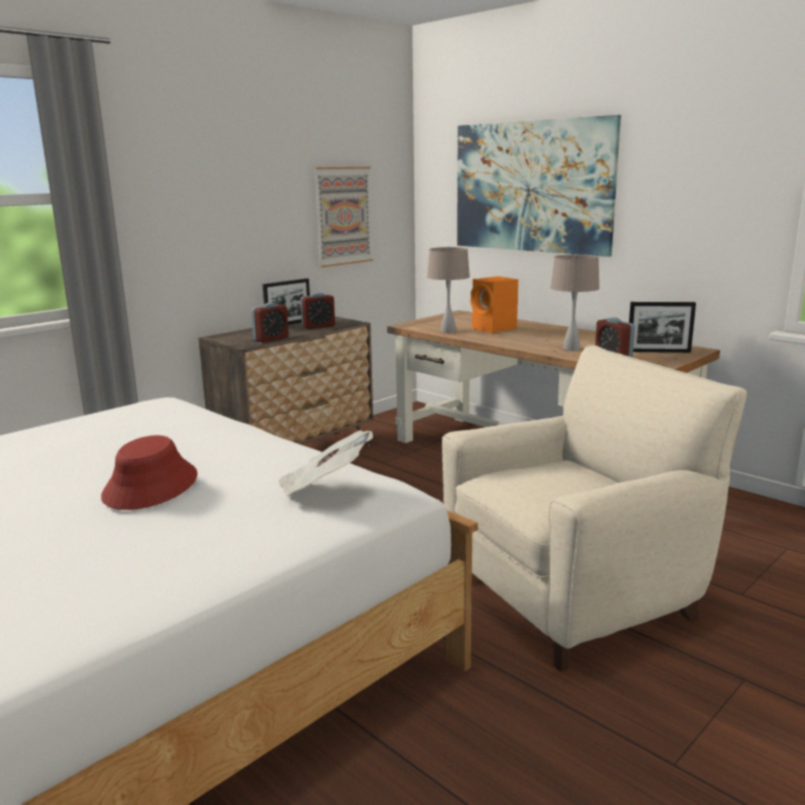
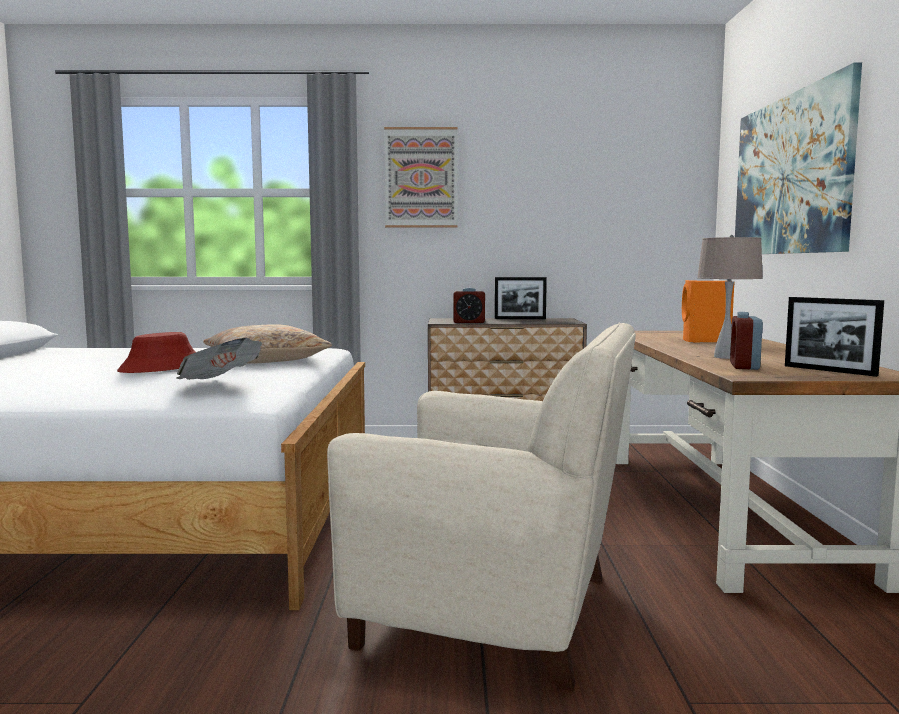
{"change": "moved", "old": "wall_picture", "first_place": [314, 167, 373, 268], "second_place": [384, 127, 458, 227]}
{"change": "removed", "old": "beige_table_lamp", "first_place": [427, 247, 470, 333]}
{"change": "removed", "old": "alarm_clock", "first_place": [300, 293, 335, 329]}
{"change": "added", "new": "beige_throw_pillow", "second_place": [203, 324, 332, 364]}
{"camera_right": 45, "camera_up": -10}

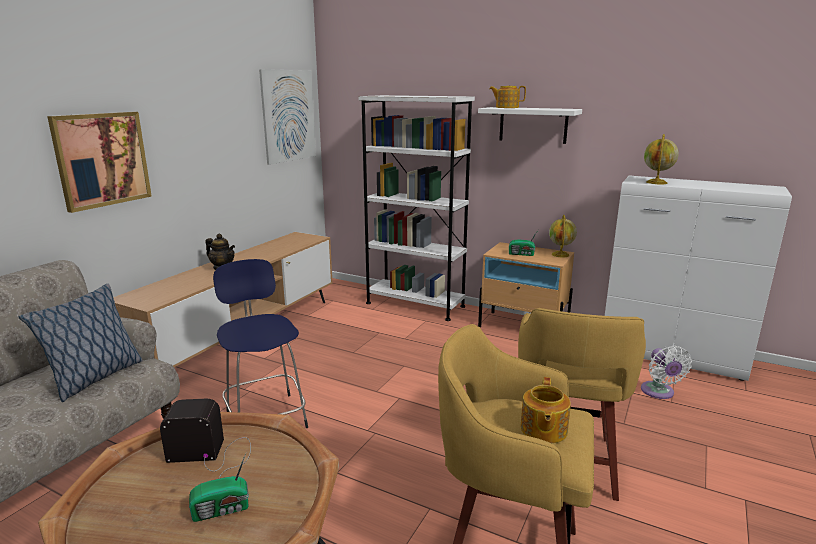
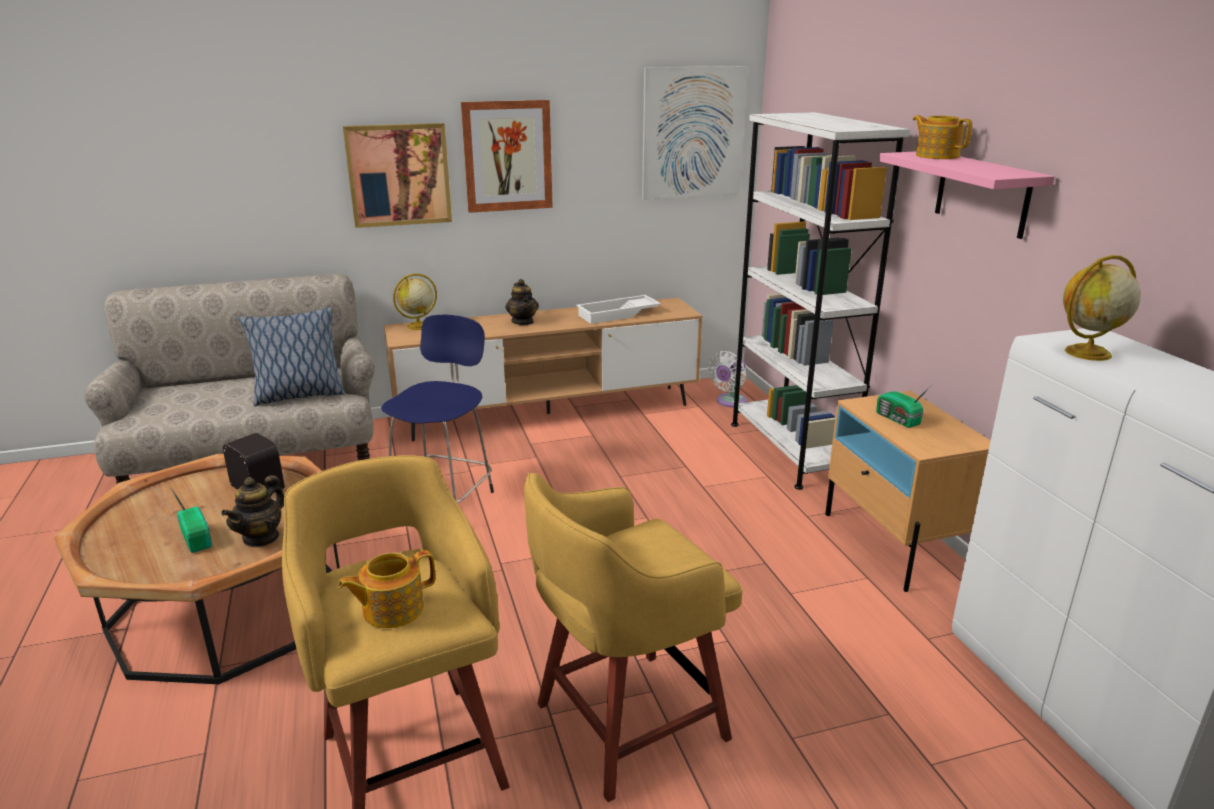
{"change": "recoloured", "old": "white-coloured_wall_shelf", "new": "pink_wall_shelf", "first_place": [478, 107, 582, 144], "second_place": [879, 151, 1055, 239]}
{"change": "moved", "old": "globe", "first_place": [549, 215, 577, 257], "second_place": [393, 274, 437, 330]}
{"change": "moved", "old": "white-coloured_cooling_fan", "first_place": [641, 346, 692, 399], "second_place": [708, 351, 748, 408]}
{"change": "turned", "old": "radio", "first_place": [189, 451, 249, 522], "second_place": [170, 487, 212, 553], "degrees": -150}
{"change": "added", "new": "wall_picture", "second_place": [461, 100, 553, 213]}
{"change": "added", "new": "white-coloured_carrying_tray", "second_place": [576, 295, 661, 324]}
{"change": "added", "new": "pot_for_tea", "second_place": [221, 475, 284, 547]}
{"camera_right": 45, "camera_up": 5}

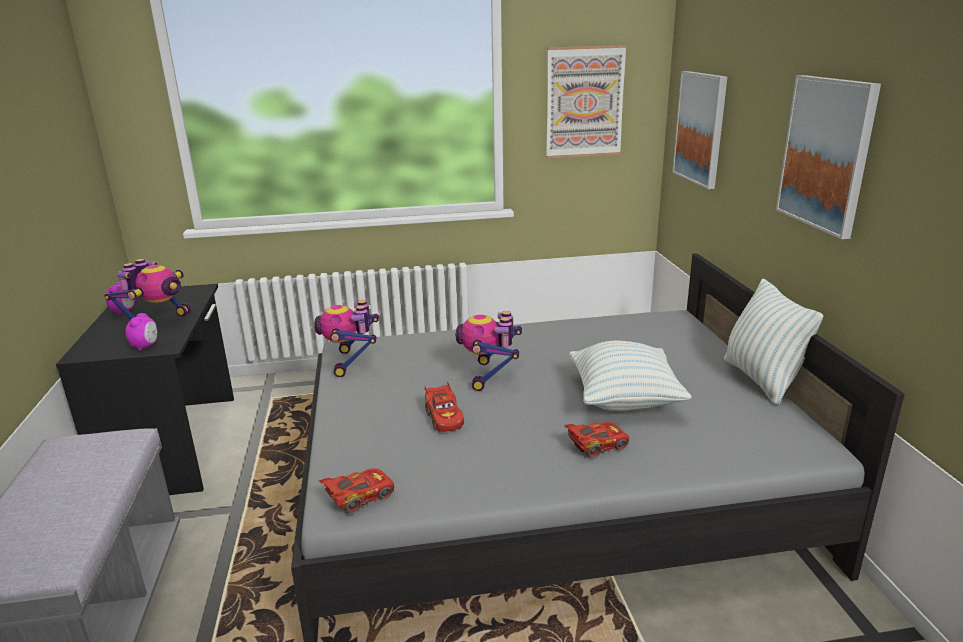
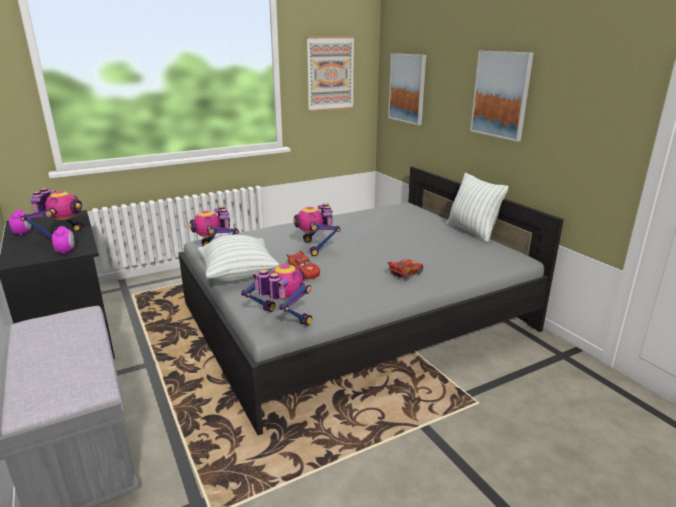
{"change": "moved", "old": "throw_pillow", "first_place": [569, 341, 692, 411], "second_place": [198, 235, 279, 282]}
{"change": "replaced", "old": "red-coloured_model_car", "new": "robot_figure", "first_place": [319, 468, 394, 514], "second_place": [241, 264, 312, 326]}
{"camera_right": -20, "camera_up": 0}

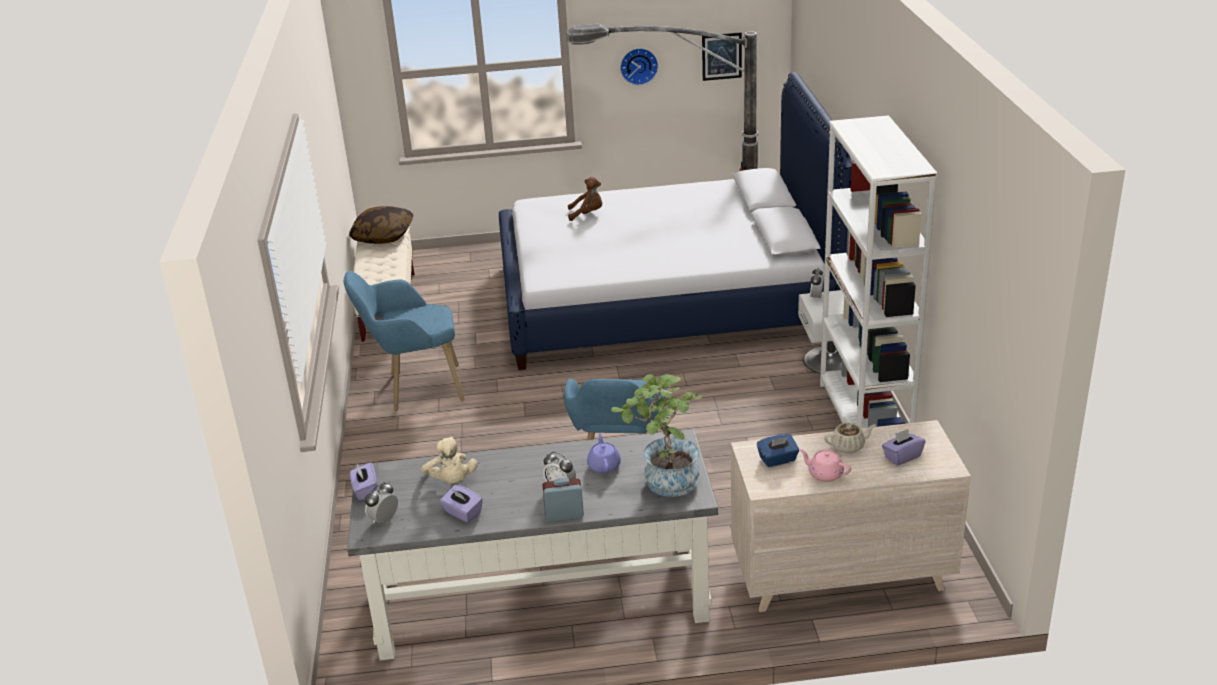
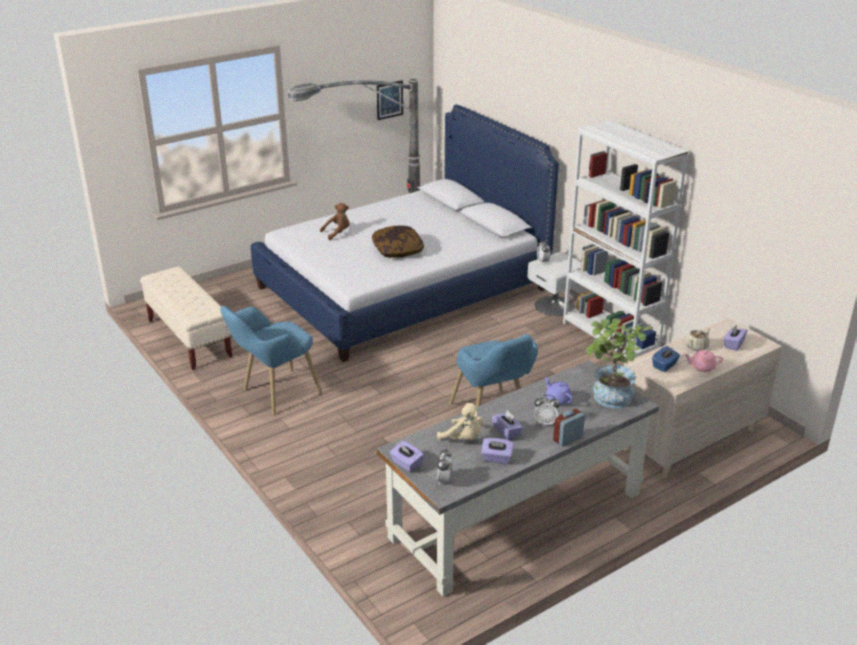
{"change": "removed", "old": "wall_clock", "first_place": [620, 48, 658, 85]}
{"change": "moved", "old": "throw_pillow", "first_place": [349, 206, 413, 244], "second_place": [372, 225, 424, 258]}
{"change": "added", "new": "purplish_box_of_tissues", "second_place": [492, 410, 523, 440]}
{"camera_right": -30, "camera_up": 0}

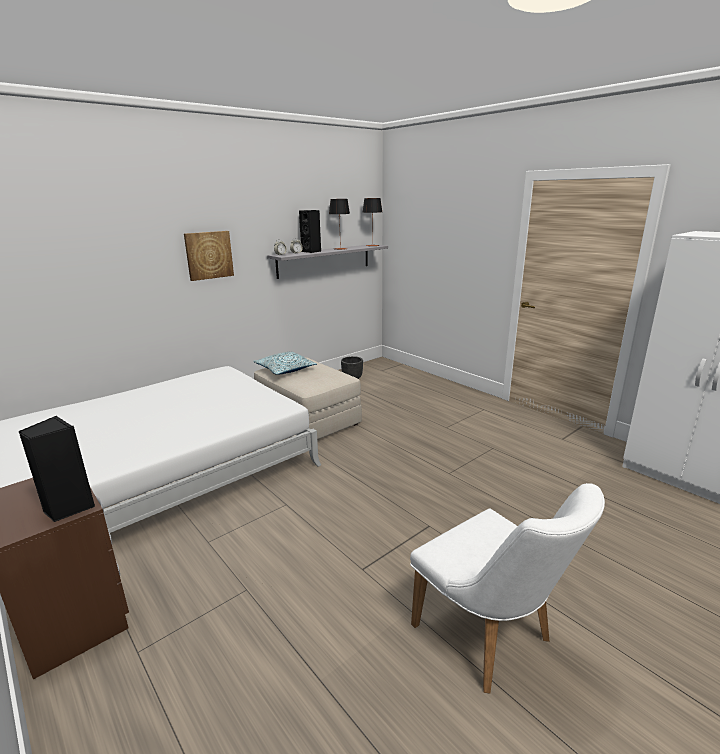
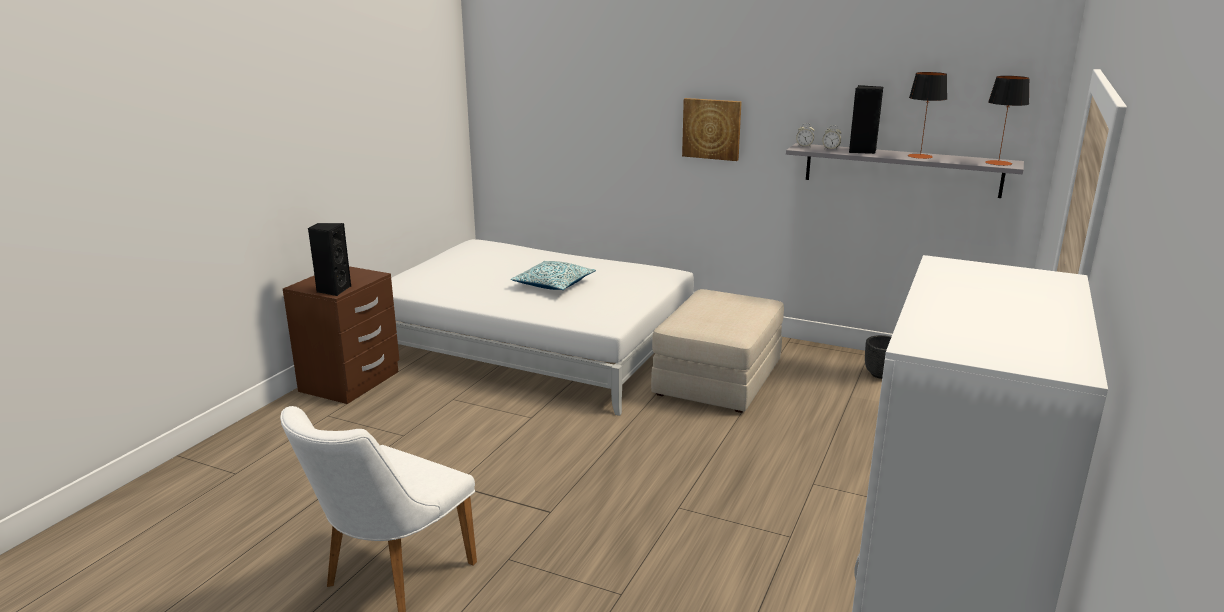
{"change": "moved", "old": "throw_pillow", "first_place": [254, 352, 317, 375], "second_place": [511, 261, 596, 290]}
{"camera_right": 65, "camera_up": 0}

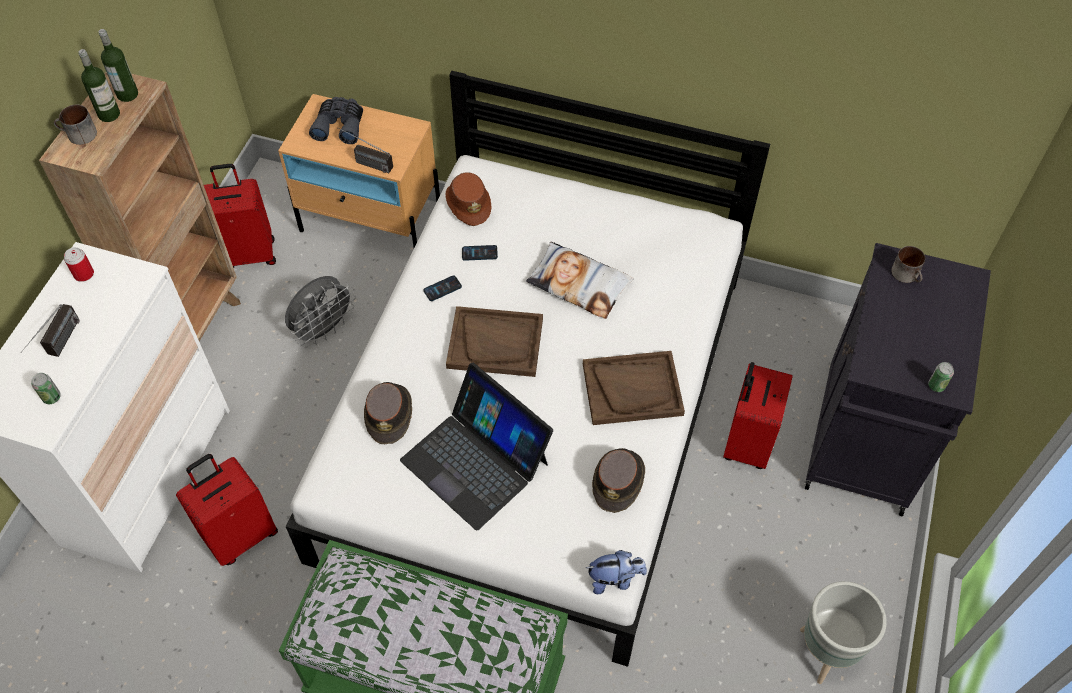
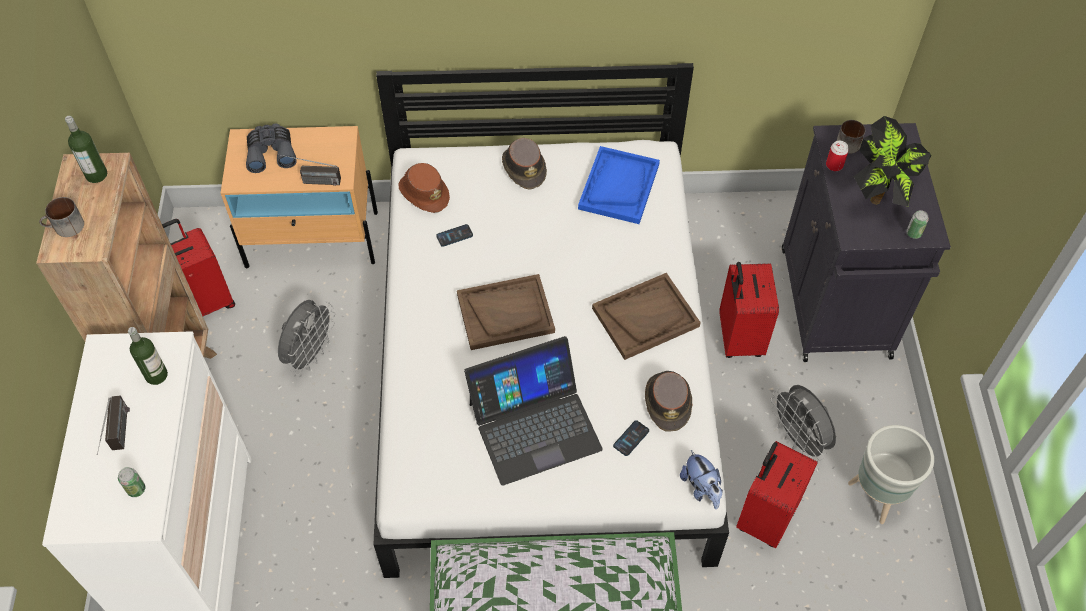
{"change": "moved", "old": "drink_bottle", "first_place": [79, 49, 120, 122], "second_place": [128, 327, 168, 385]}
{"change": "removed", "old": "throw_pillow", "first_place": [526, 242, 633, 319]}
{"change": "moved", "old": "metal_can", "first_place": [64, 247, 94, 282], "second_place": [826, 141, 849, 171]}
{"change": "moved", "old": "phone", "first_place": [423, 275, 462, 301], "second_place": [613, 420, 649, 456]}
{"change": "turned", "old": "portable_computer", "first_place": [400, 363, 553, 531], "second_place": [464, 336, 603, 486], "degrees": -45}
{"change": "moved", "old": "brown_wearable_hat", "first_place": [364, 382, 412, 444], "second_place": [502, 138, 547, 190]}
{"change": "moved", "old": "red-coloured_piece_of_luggage", "first_place": [176, 454, 278, 566], "second_place": [736, 441, 818, 549]}
{"change": "turned", "old": "soft_toy", "first_place": [586, 550, 647, 594], "second_place": [680, 450, 723, 509], "degrees": 90}
{"change": "added", "new": "potted_plant", "second_place": [854, 116, 932, 207]}
{"change": "added", "new": "blue-coloured_carrying_tray", "second_place": [578, 146, 660, 224]}
{"change": "added", "new": "greyish_cooling_fan", "second_place": [771, 385, 836, 462]}
{"camera_right": -20, "camera_up": 0}

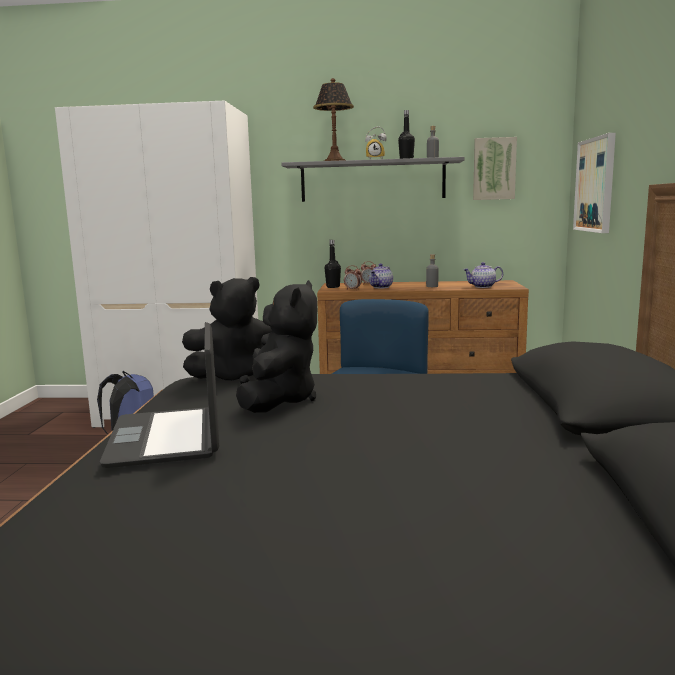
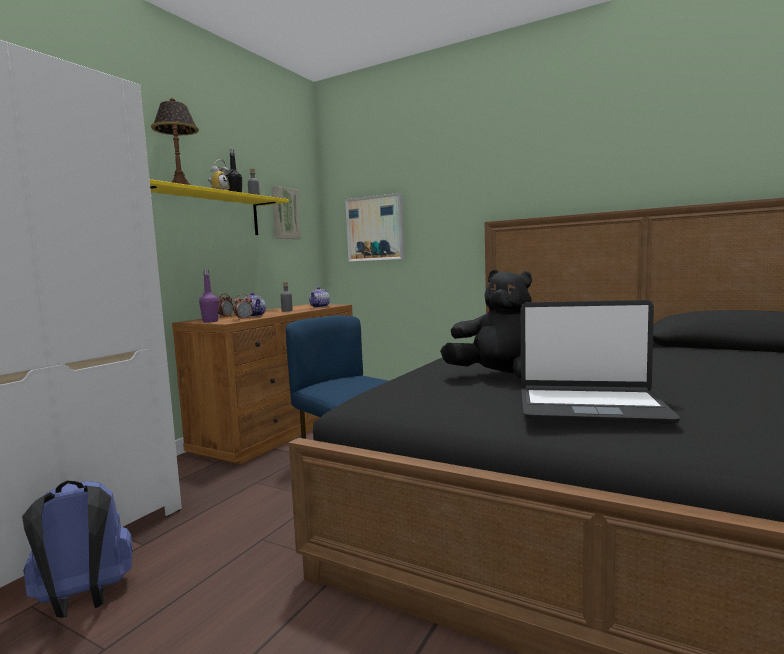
{"change": "recoloured", "old": "greyish_wall_shelf", "new": "yellow_wall_shelf", "first_place": [281, 157, 464, 202], "second_place": [150, 179, 289, 235]}
{"change": "recoloured", "old": "black-coloured_drink_bottle", "new": "purplish_drink_bottle", "first_place": [325, 240, 341, 288], "second_place": [199, 270, 218, 322]}
{"change": "removed", "old": "black-coloured_soft_toy", "first_place": [182, 277, 272, 384]}
{"camera_right": -65, "camera_up": -5}

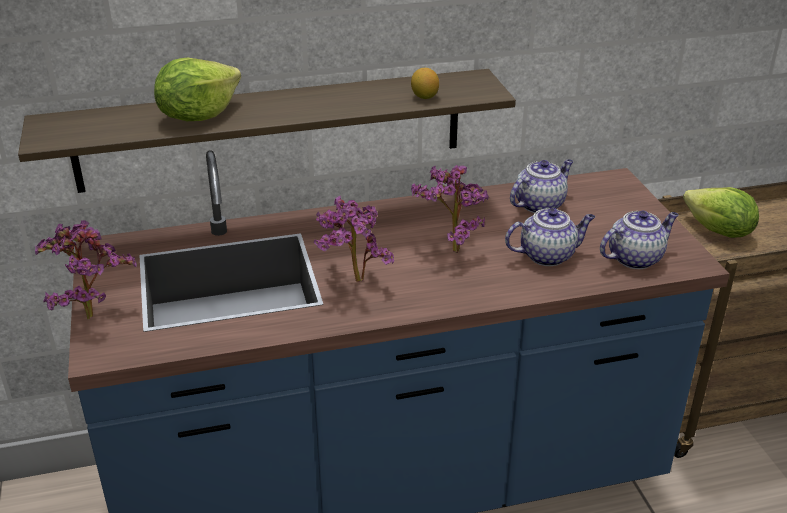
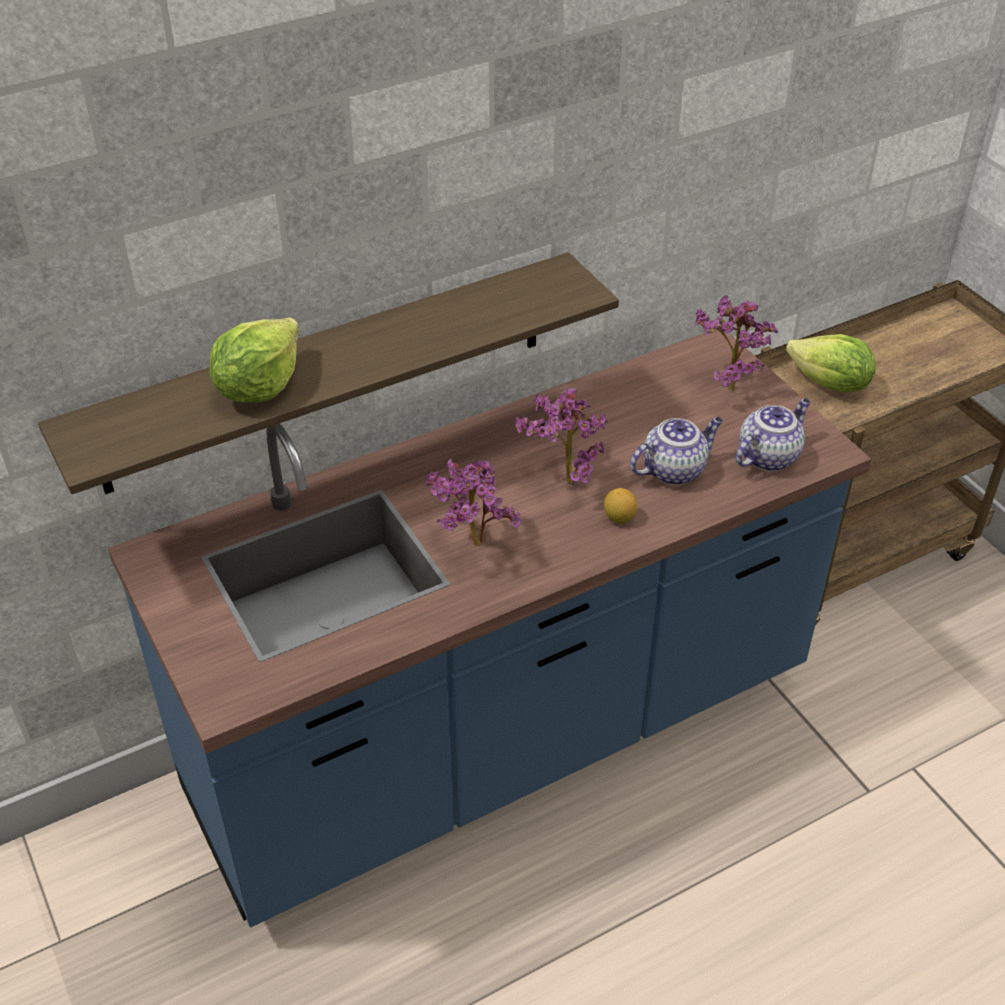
{"change": "moved", "old": "lemon", "first_place": [411, 68, 439, 99], "second_place": [604, 488, 638, 524]}
{"change": "removed", "old": "pot_for_tea", "first_place": [510, 159, 573, 213]}
{"change": "moved", "old": "potted_plant", "first_place": [35, 220, 137, 320], "second_place": [694, 295, 779, 392]}
{"camera_right": -15, "camera_up": 10}

